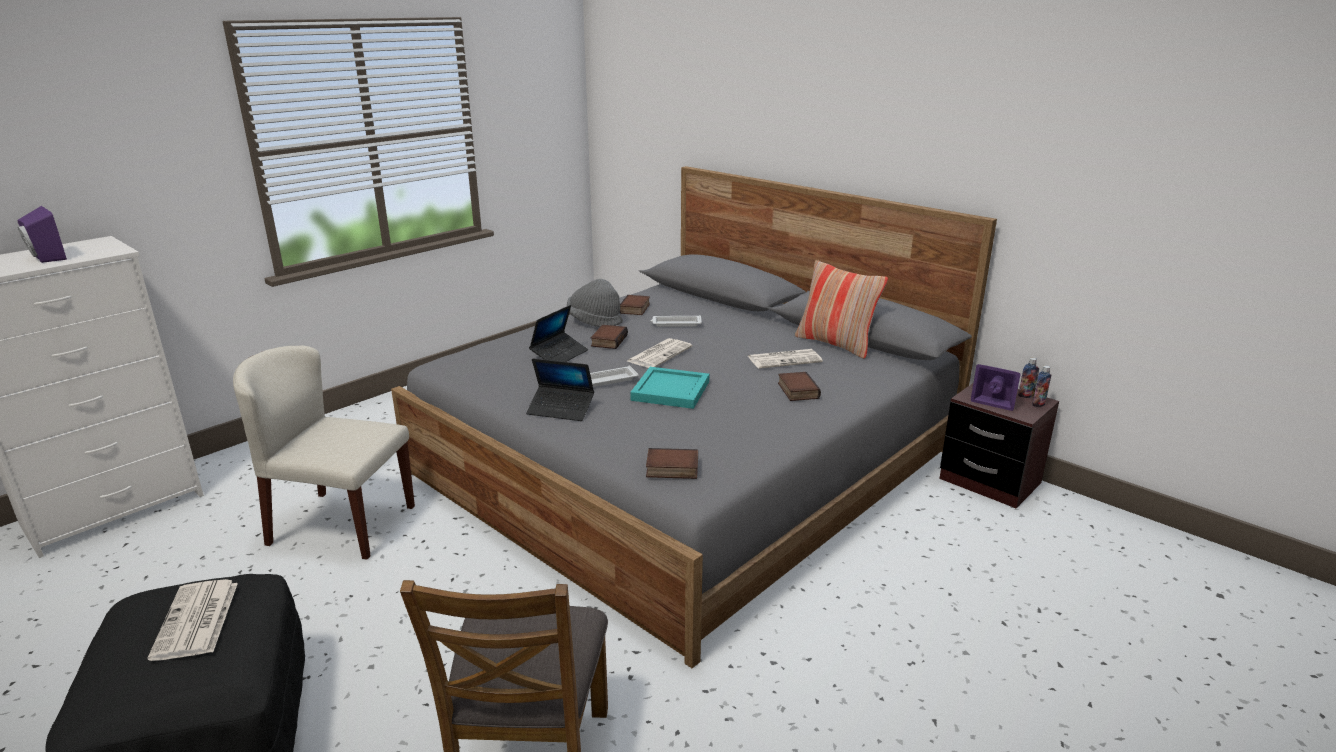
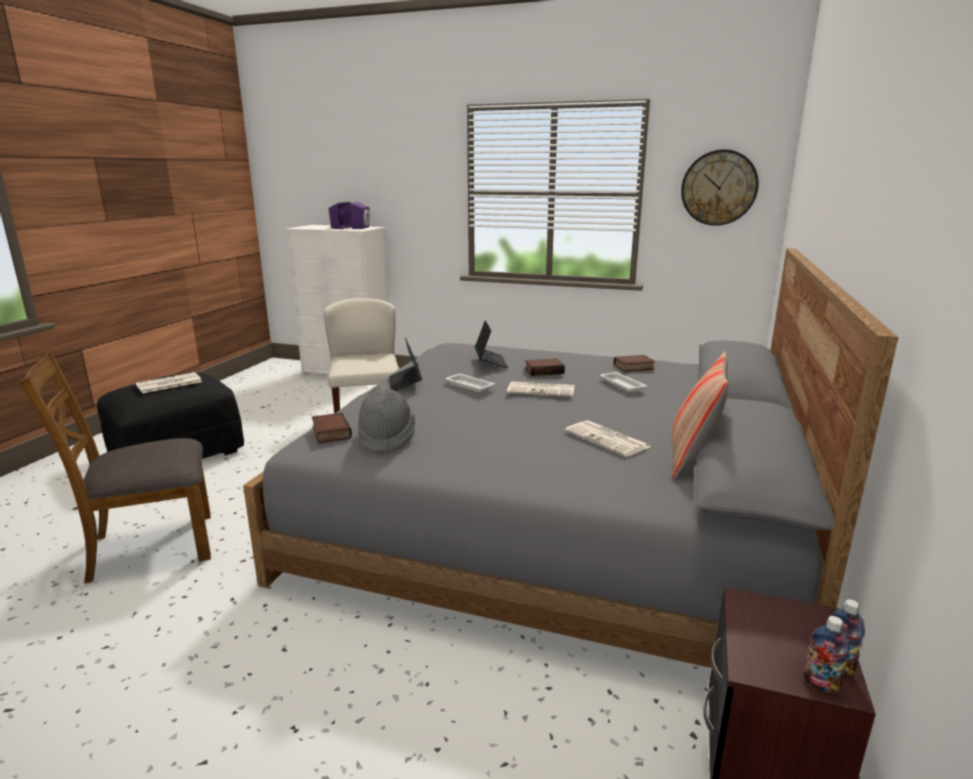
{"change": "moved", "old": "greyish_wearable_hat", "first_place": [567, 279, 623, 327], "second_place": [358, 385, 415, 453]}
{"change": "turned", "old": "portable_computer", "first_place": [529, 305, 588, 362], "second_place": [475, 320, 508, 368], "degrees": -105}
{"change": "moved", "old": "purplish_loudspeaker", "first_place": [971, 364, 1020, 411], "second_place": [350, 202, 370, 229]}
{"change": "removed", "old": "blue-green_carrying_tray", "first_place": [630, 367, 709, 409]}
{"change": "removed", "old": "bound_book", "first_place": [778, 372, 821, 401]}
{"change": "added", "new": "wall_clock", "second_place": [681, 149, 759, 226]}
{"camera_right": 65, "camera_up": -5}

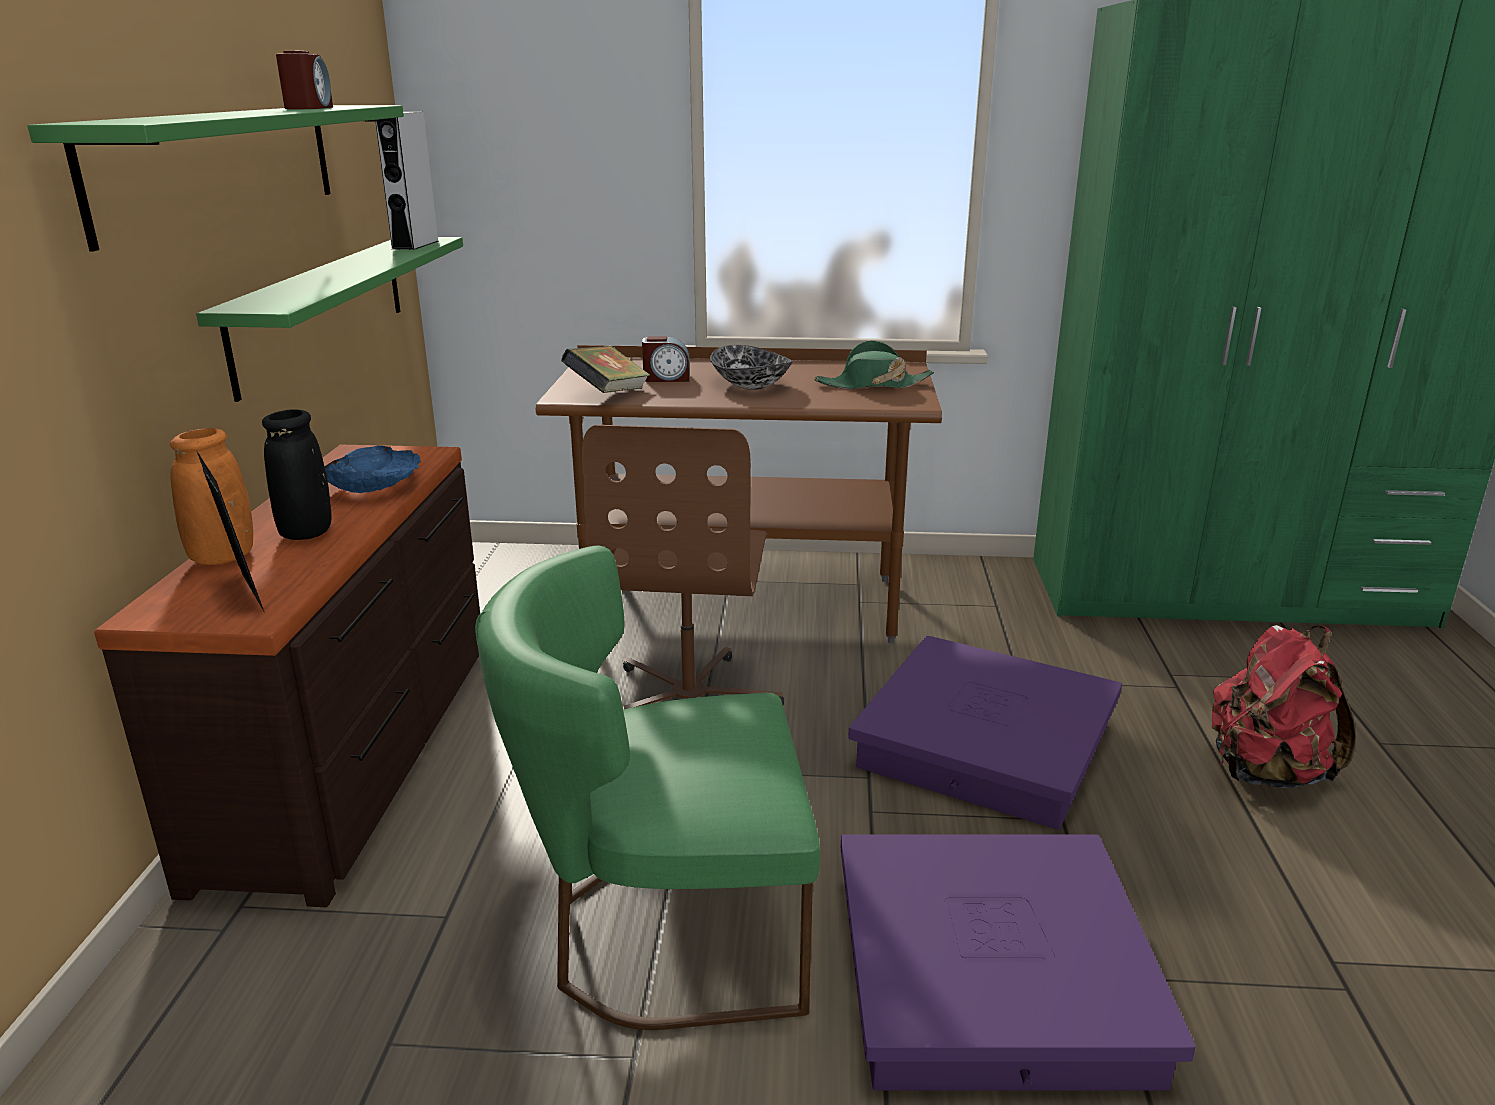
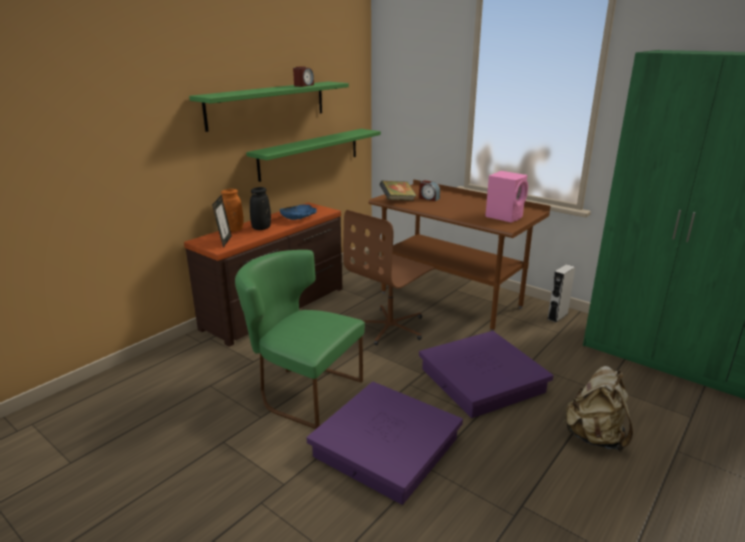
{"change": "moved", "old": "greyish_loudspeaker", "first_place": [375, 112, 439, 250], "second_place": [548, 264, 575, 323]}
{"change": "replaced", "old": "green-coloured_wearable_hat", "new": "pink_loudspeaker", "first_place": [814, 340, 934, 389], "second_place": [485, 171, 528, 223]}
{"change": "removed", "old": "deep_dish", "first_place": [710, 345, 793, 390]}
{"change": "recoloured", "old": "red-coloured_rucksack", "new": "beige_rucksack", "first_place": [1212, 625, 1356, 788], "second_place": [564, 366, 633, 452]}
{"camera_right": 35, "camera_up": 0}

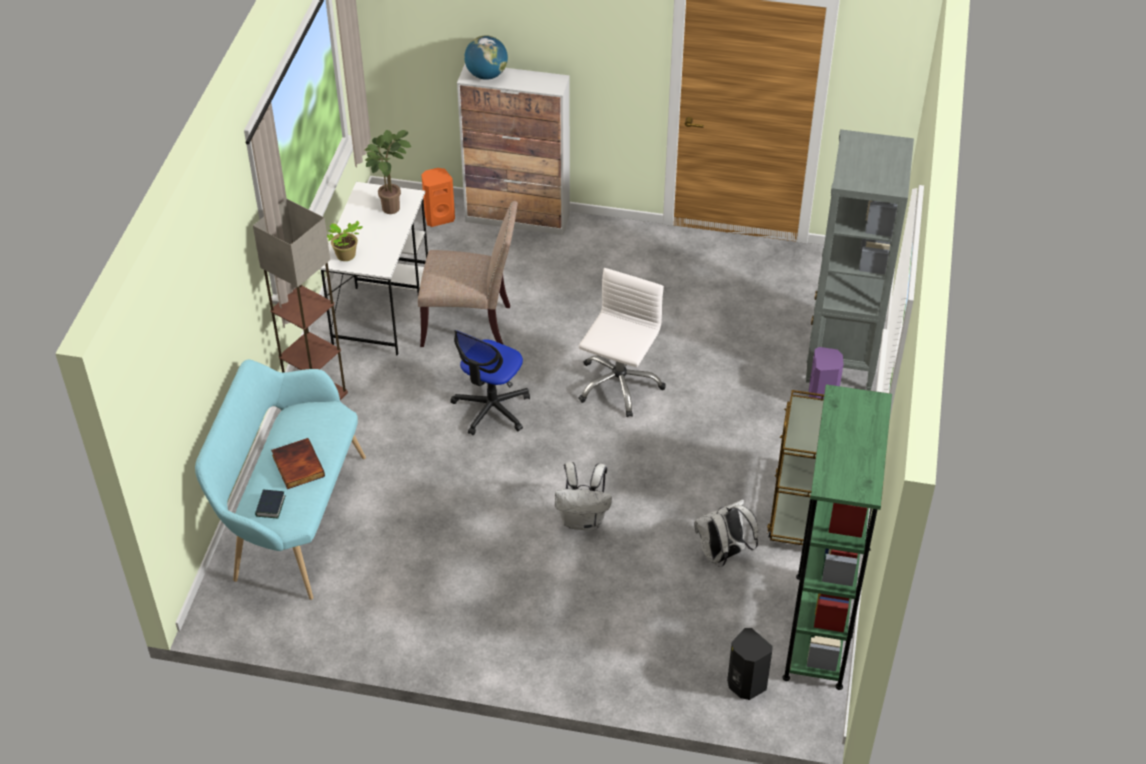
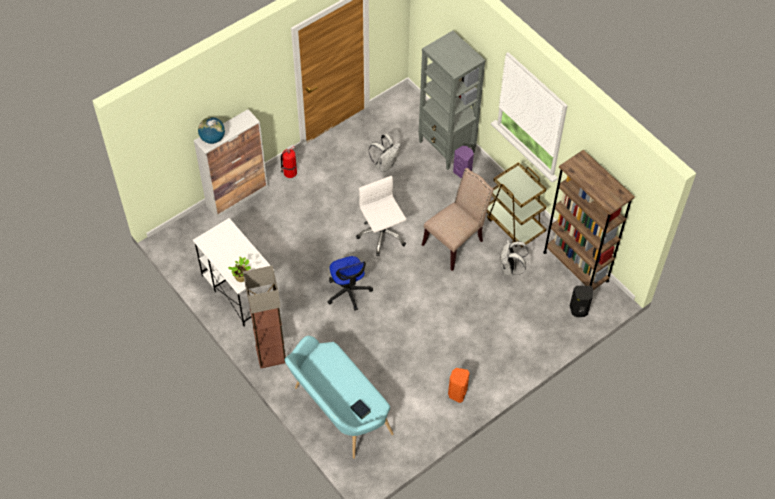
{"change": "removed", "old": "potted_plant", "first_place": [365, 130, 411, 214]}
{"change": "moved", "old": "orange_loudspeaker", "first_place": [421, 168, 455, 227], "second_place": [448, 368, 470, 403]}
{"change": "moved", "old": "beige_plain_chair", "first_place": [418, 201, 518, 347], "second_place": [422, 168, 494, 271]}
{"change": "recoloured", "old": "green-coloured_shelving_unit", "new": "brown_shelving_unit", "first_place": [782, 384, 892, 690], "second_place": [543, 150, 635, 290]}
{"change": "removed", "old": "bound_book", "first_place": [271, 438, 325, 489]}
{"change": "moved", "old": "white-coloured_rucksack", "first_place": [555, 462, 612, 530], "second_place": [368, 133, 401, 172]}
{"change": "added", "new": "extinguisher", "second_place": [281, 144, 297, 178]}
{"camera_right": -50, "camera_up": 10}

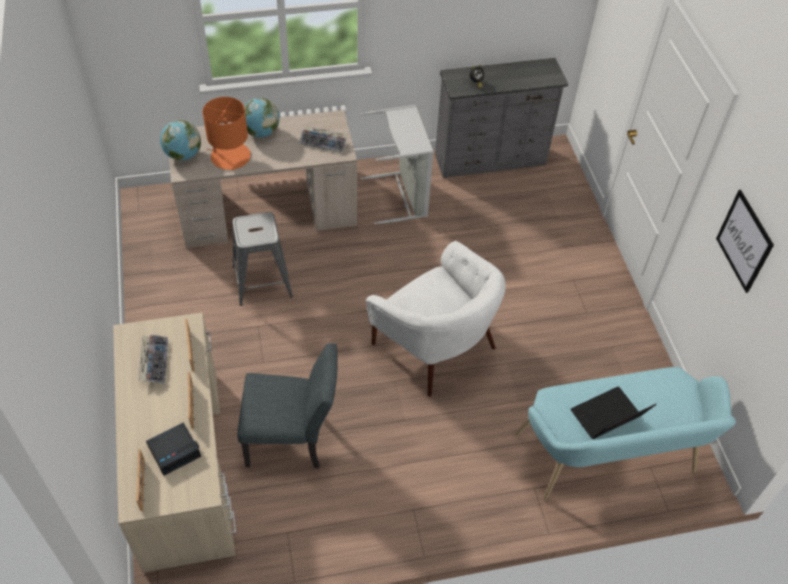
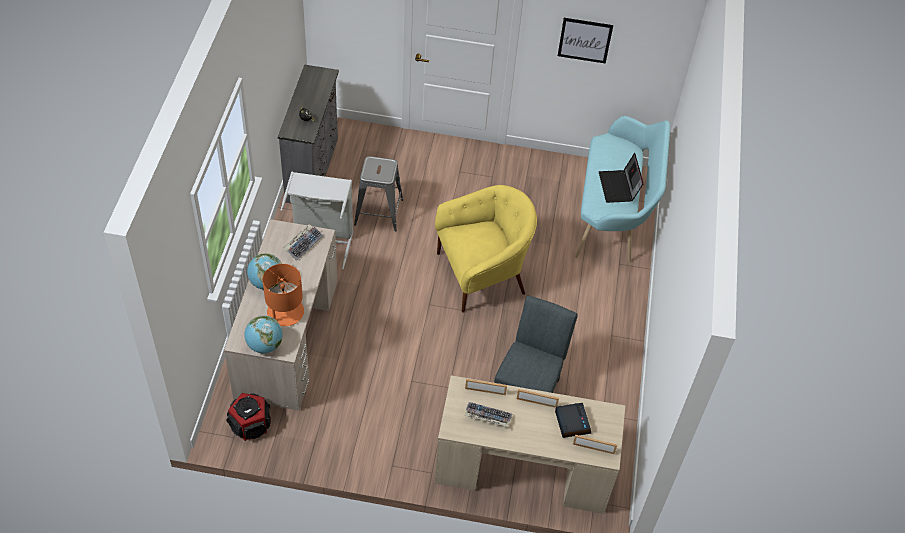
{"change": "moved", "old": "greyish_stool", "first_place": [233, 212, 293, 306], "second_place": [354, 156, 403, 231]}
{"change": "recoloured", "old": "white-coloured_easy_chair", "new": "yellow_easy_chair", "first_place": [366, 241, 506, 397], "second_place": [435, 185, 537, 312]}
{"change": "added", "new": "loudspeaker", "second_place": [226, 393, 271, 441]}
{"camera_right": -70, "camera_up": 0}

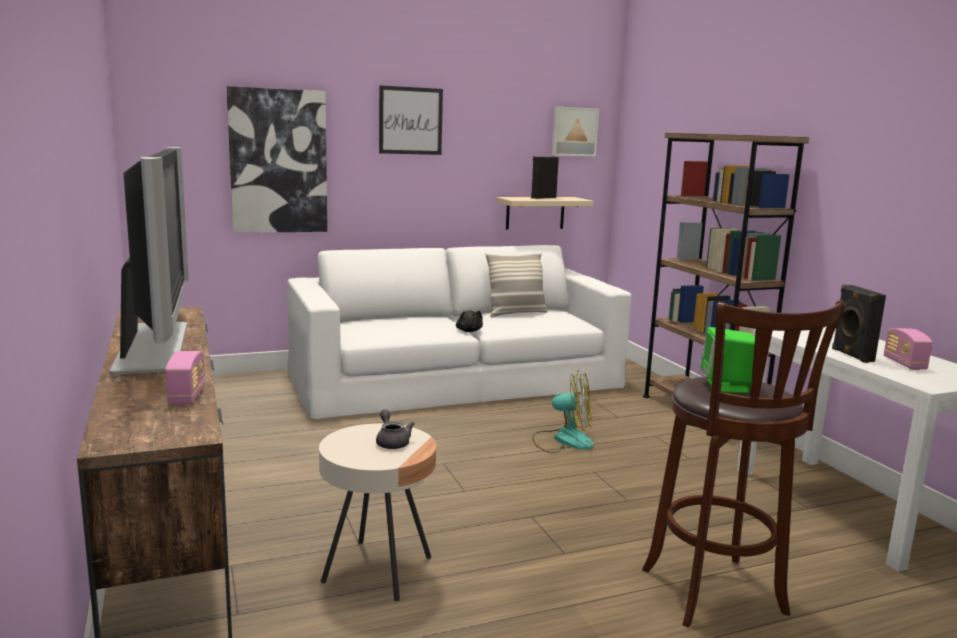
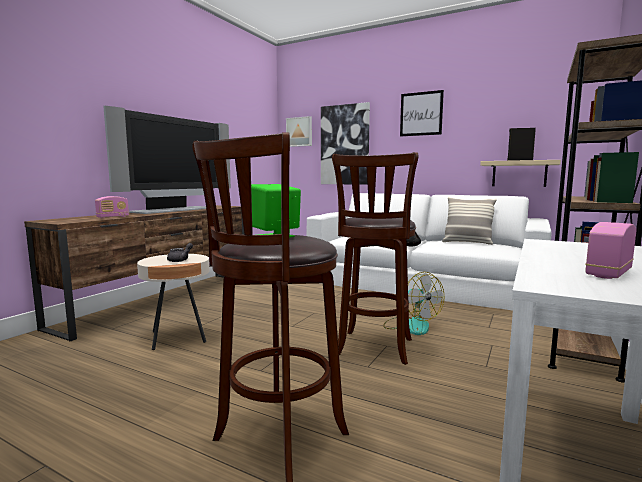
{"change": "moved", "old": "wall_picture", "first_place": [552, 107, 599, 156], "second_place": [286, 116, 312, 147]}
{"change": "removed", "old": "black-coloured_loudspeaker", "first_place": [832, 284, 886, 363]}
{"change": "added", "new": "brown_stool", "second_place": [332, 152, 418, 365]}
{"camera_right": 50, "camera_up": -5}

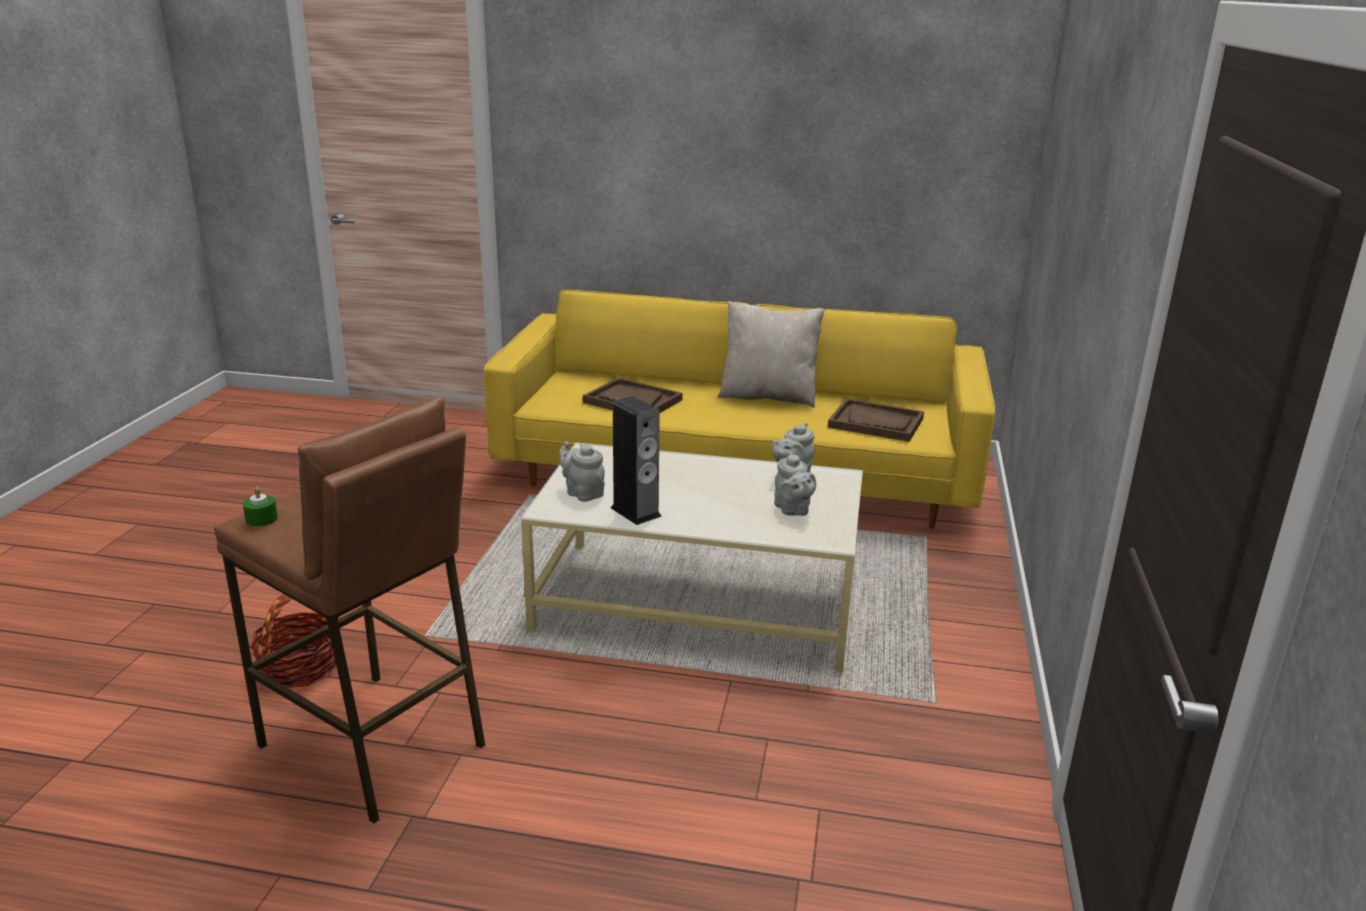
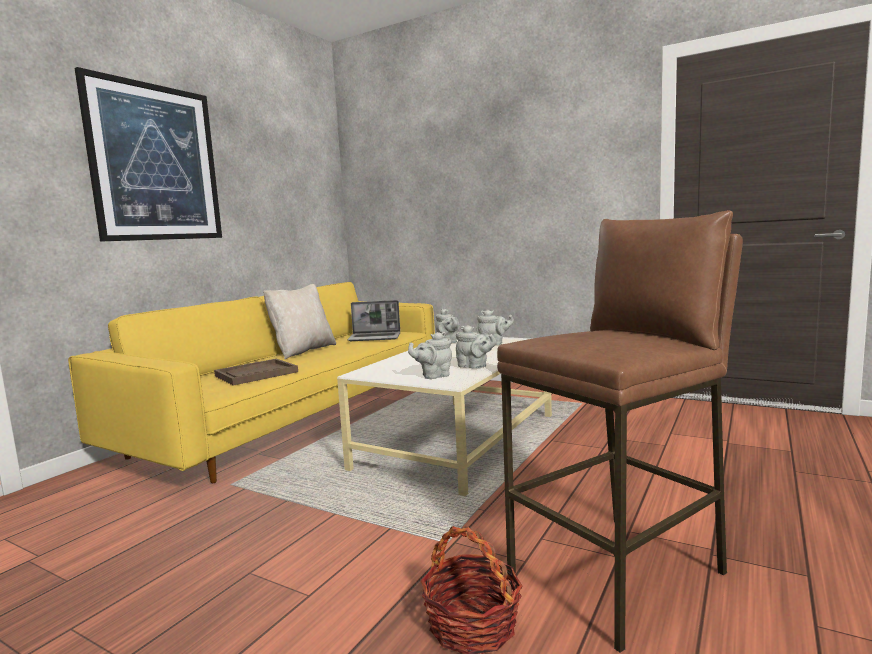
{"change": "replaced", "old": "loudspeaker", "new": "greyish_pot_for_tea", "first_place": [611, 396, 662, 525], "second_place": [456, 325, 497, 369]}
{"change": "replaced", "old": "brown_carrying_tray", "new": "portable_computer", "first_place": [828, 399, 924, 442], "second_place": [347, 300, 400, 341]}
{"change": "removed", "old": "green-coloured_wax_light", "first_place": [243, 487, 278, 527]}
{"change": "added", "new": "wall_picture", "second_place": [74, 67, 222, 242]}
{"camera_right": -70, "camera_up": -15}

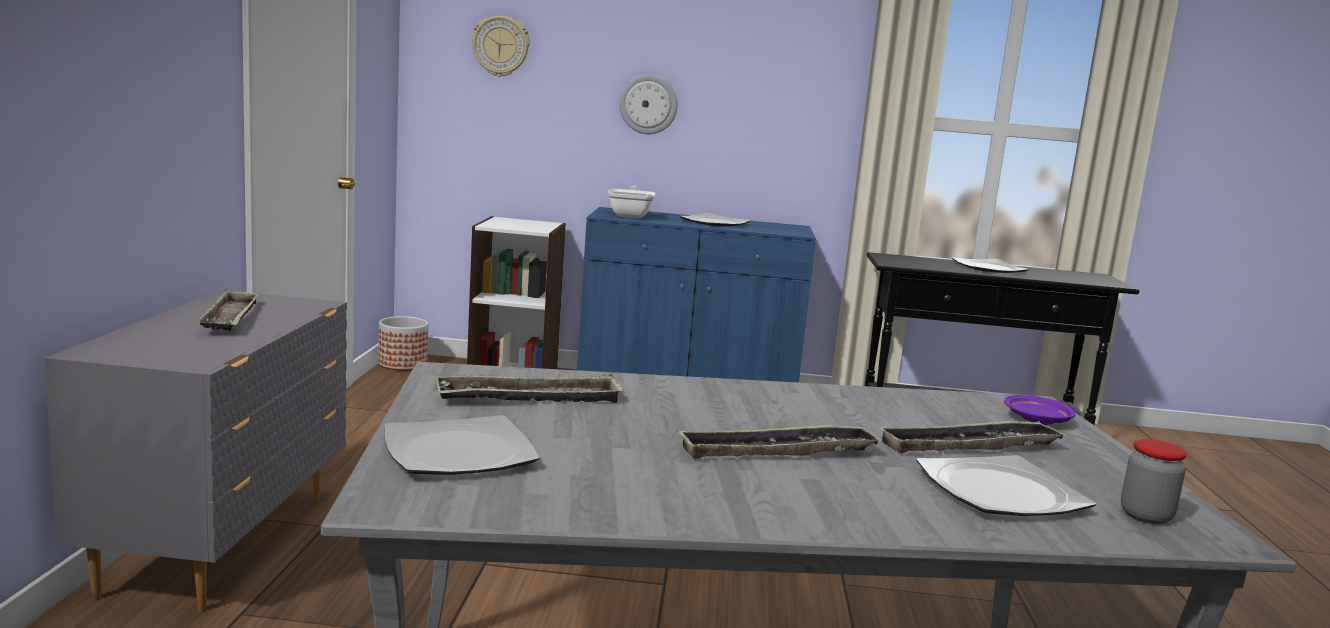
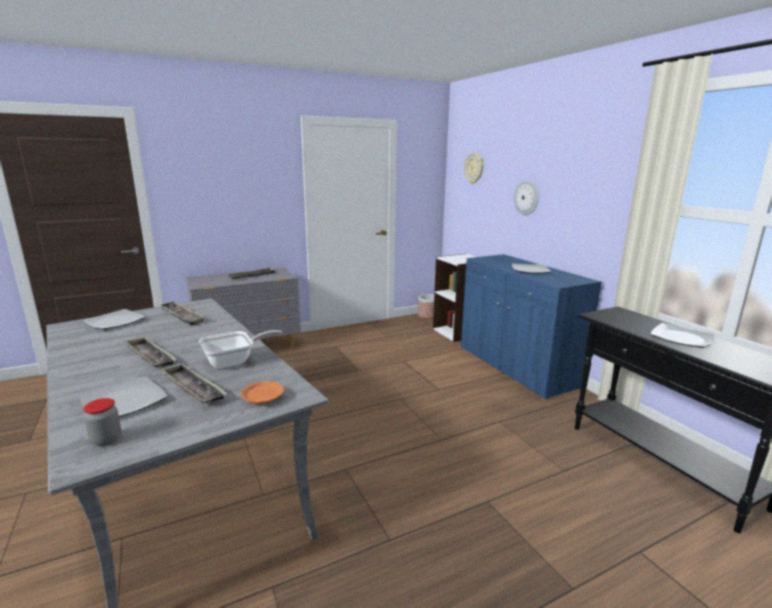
{"change": "moved", "old": "pan", "first_place": [608, 185, 655, 218], "second_place": [199, 330, 282, 369]}
{"change": "recoloured", "old": "purplish_dinner_plate", "new": "orange_dinner_plate", "first_place": [1004, 395, 1076, 425], "second_place": [241, 381, 284, 404]}
{"camera_right": 60, "camera_up": 5}

